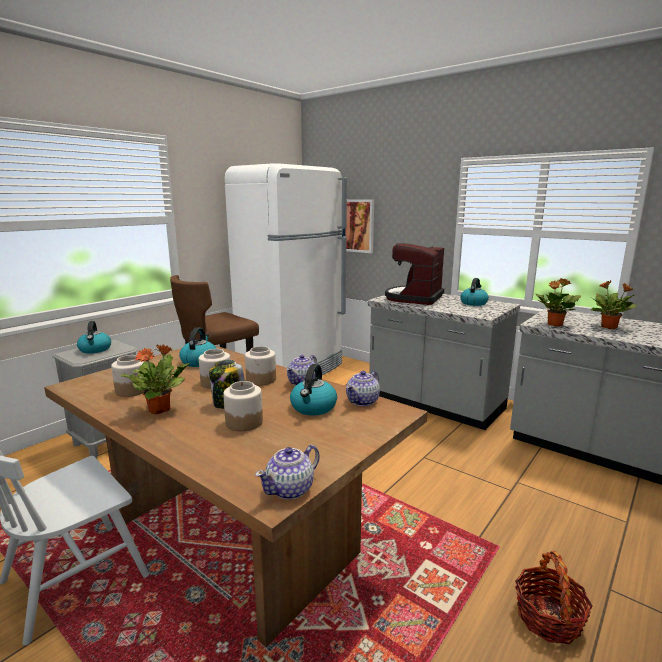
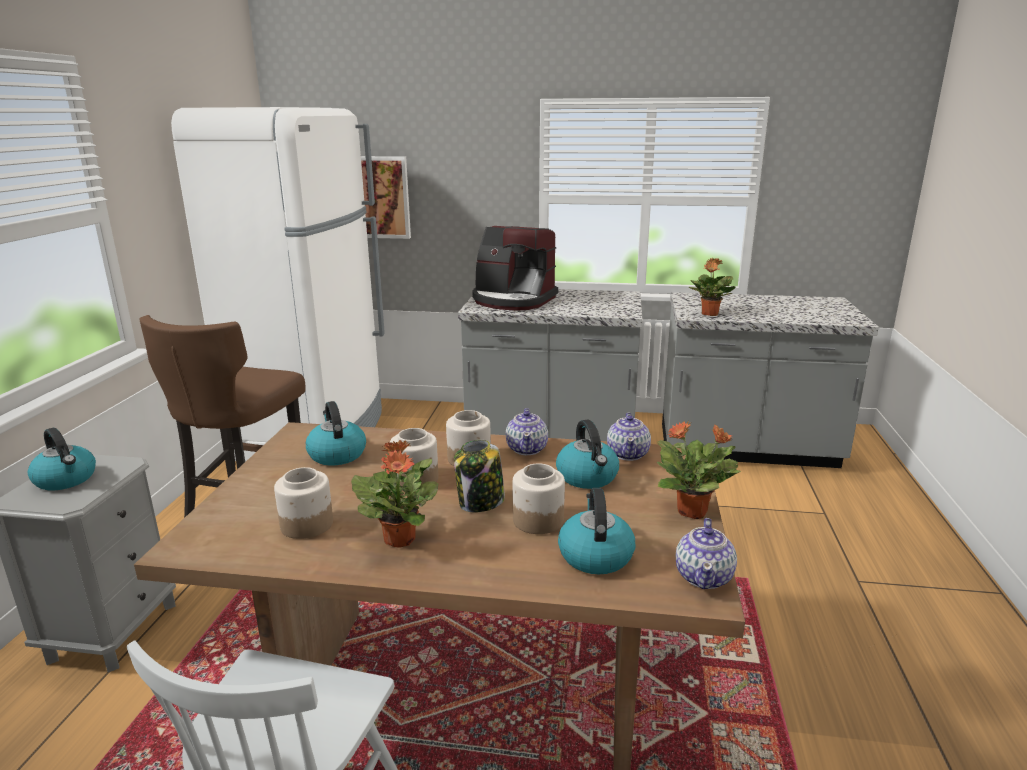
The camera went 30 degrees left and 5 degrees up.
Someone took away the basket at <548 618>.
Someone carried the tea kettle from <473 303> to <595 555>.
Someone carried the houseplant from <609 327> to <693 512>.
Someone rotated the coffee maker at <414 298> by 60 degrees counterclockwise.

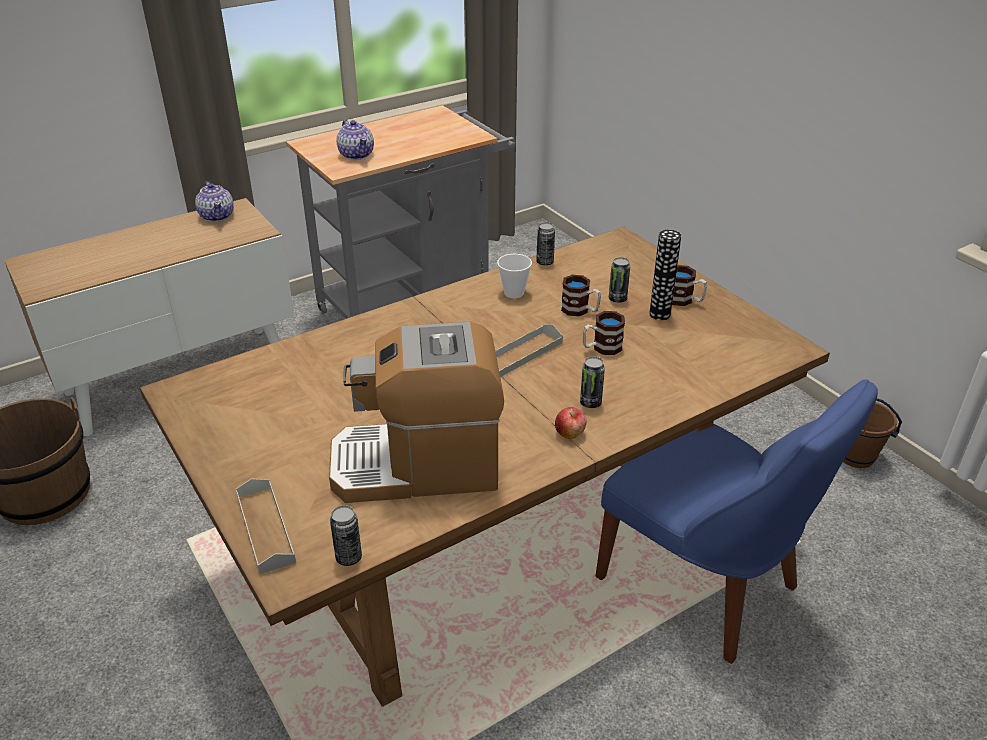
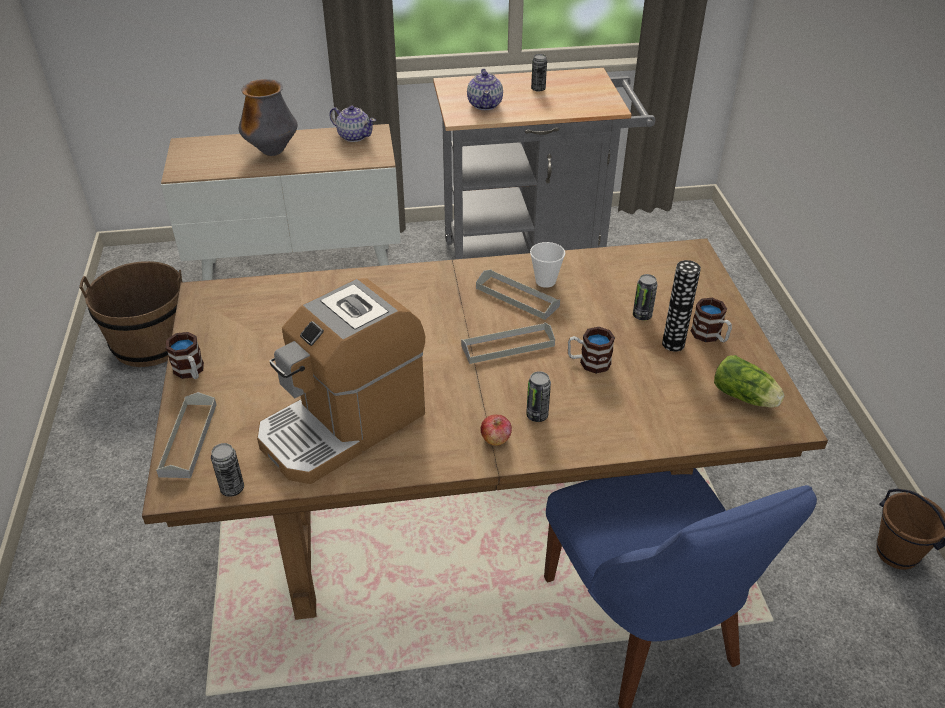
The camera went 25 degrees right and 5 degrees up.
Someone put down the vase at <272 151>.
Someone put down the greyish tray at <517 297>.
Someone put down the head of lettuce at <746 397>.
Someone carried the metal can from <545 262> to <538 89>.
Someone carried the tea mug from <580 310> to <191 372>.
Someone rotated the tea pot at <217 216> by 60 degrees counterclockwise.
Someone rotated the coffee maker at <418 465> by 60 degrees counterclockwise.

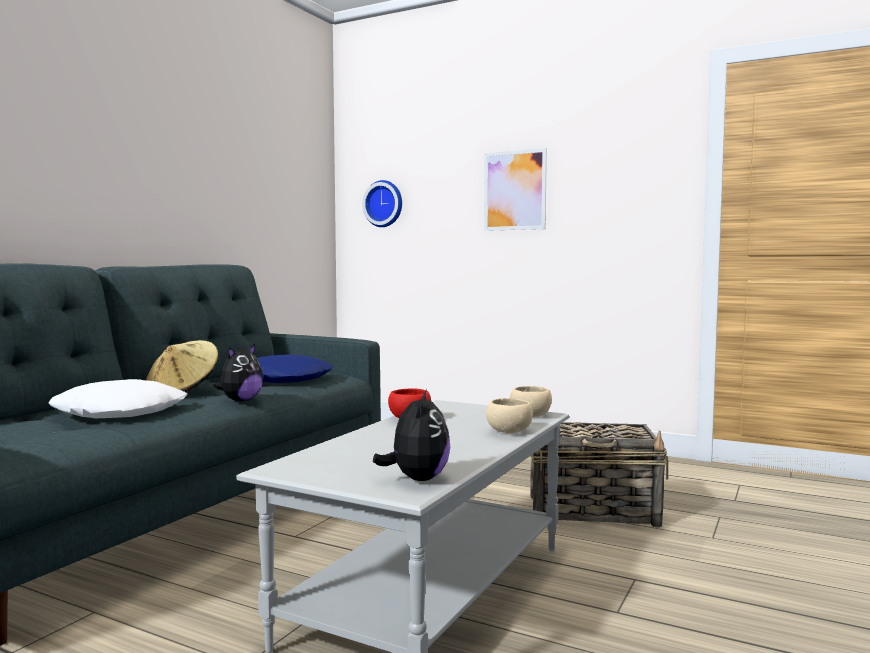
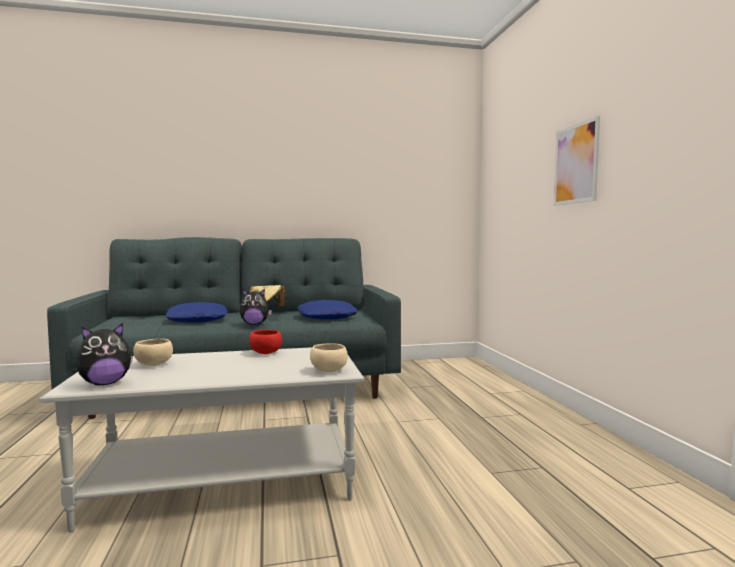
The camera went 50 degrees right and 0 degrees up.
Someone took away the clock on the wall at <384 204>.
Someone took away the basket at <594 511>.
Someone carried the sand-coloured deep dish from <510 432> to <153 365>.
Someone repainted the white-coloured pillow at <121 413>, which became the bluish pillow at <198 320>.

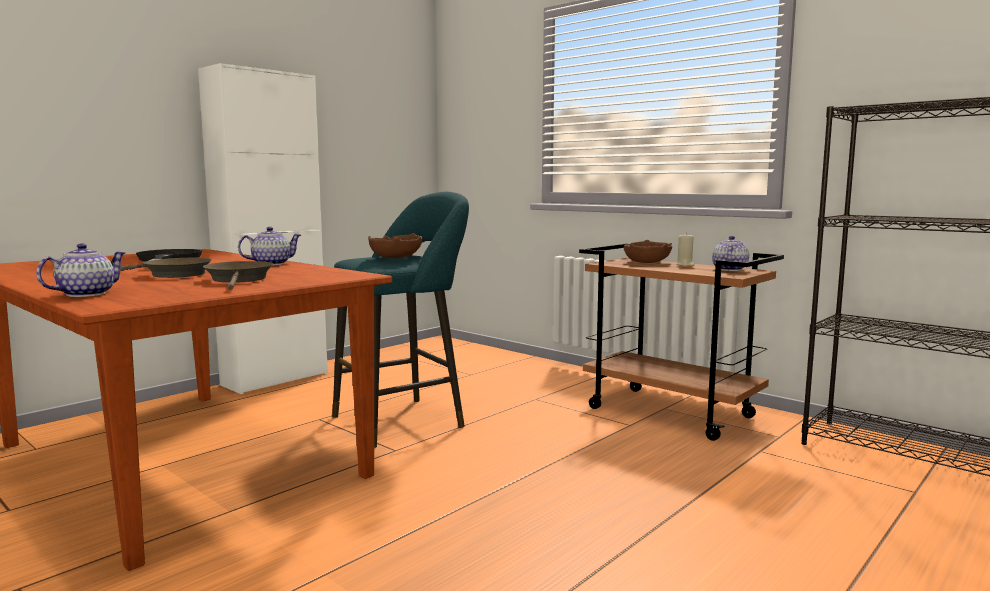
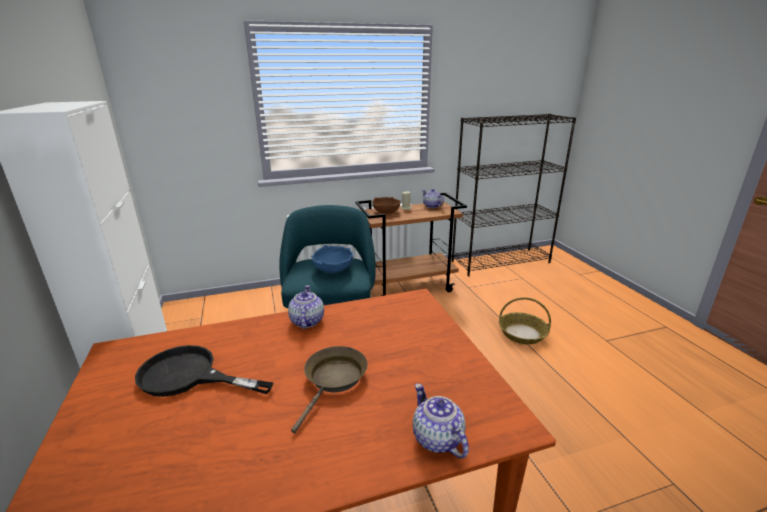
The camera went 60 degrees left and 15 degrees up.
Someone took away the brown frying pan at <239 280>.
Someone put down the basket at <522 333>.
Someone repainted the brown deep dish at <395 257>, which became the bluish deep dish at <333 269>.

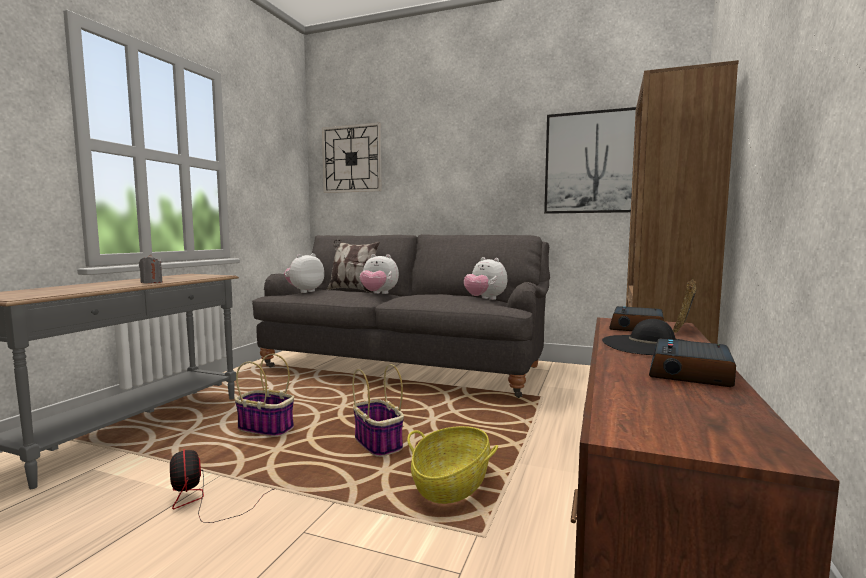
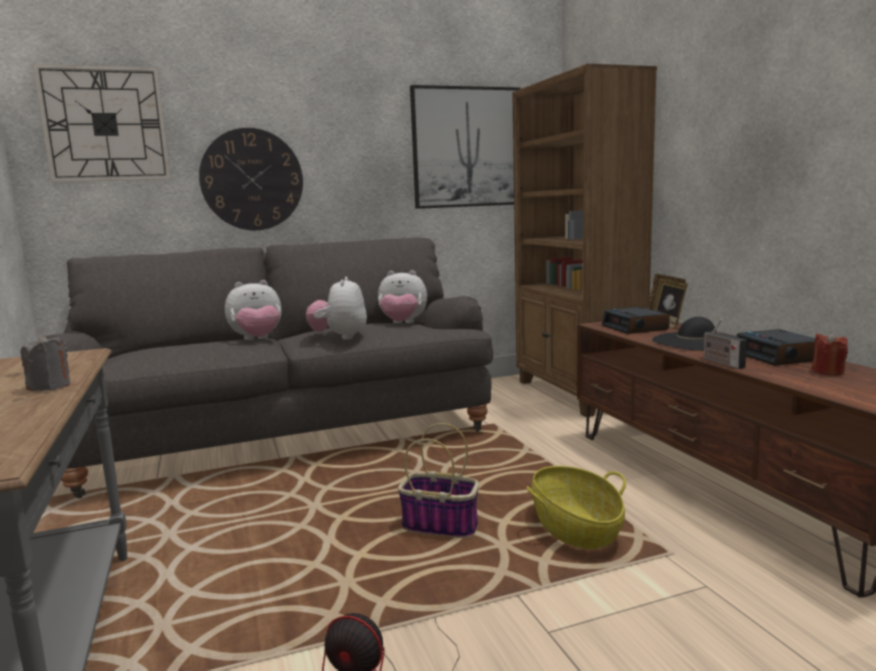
The camera went 40 degrees left and 5 degrees up.
Someone took away the basket at <267 428>.
Someone took away the pillow at <352 290>.
Someone put up the clock on the wall at <252 179>.
Someone put down the radio at <721 362>.
Someone put down the red-coloured wax light at <827 371>.
Someone carried the plush toy from <304 291> to <339 337>.

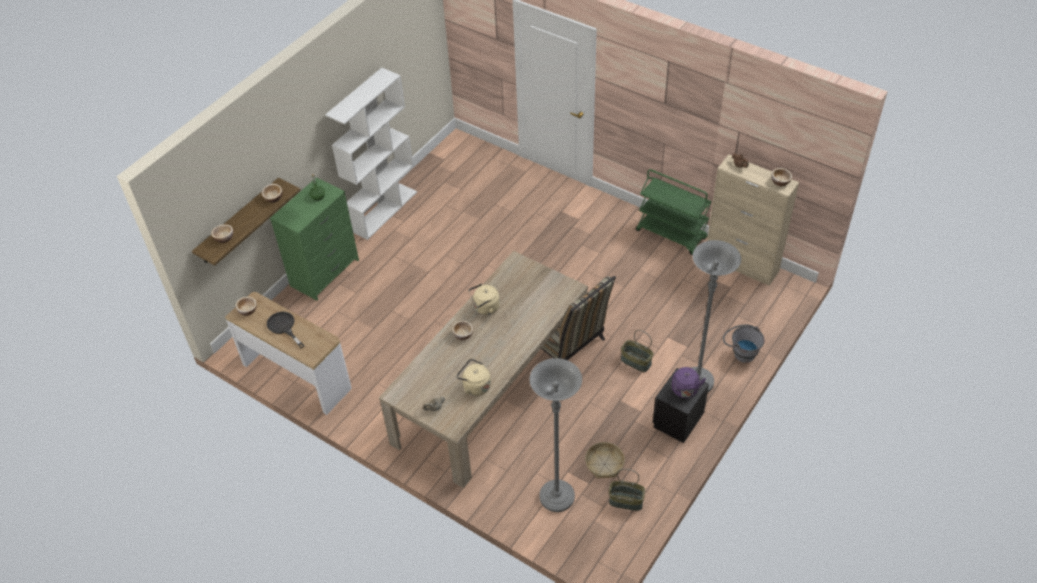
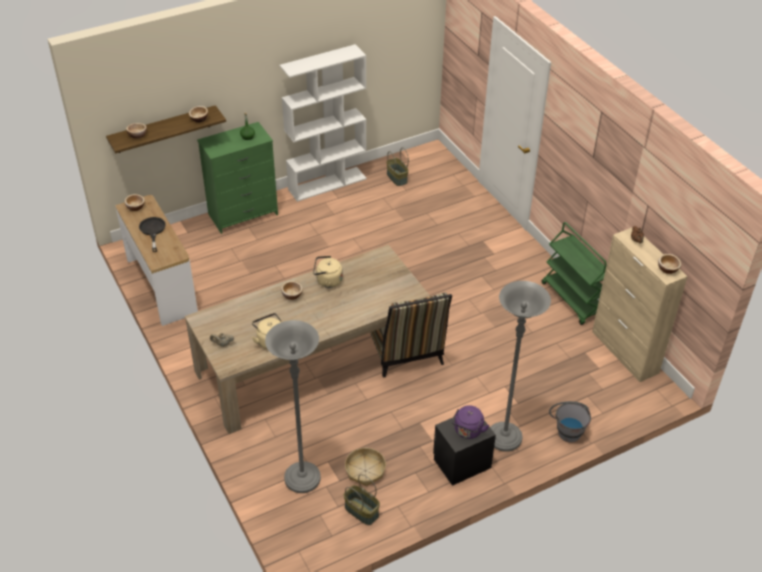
The camera went 25 degrees right and 5 degrees down.
Someone carried the basket from <635 362> to <396 178>.

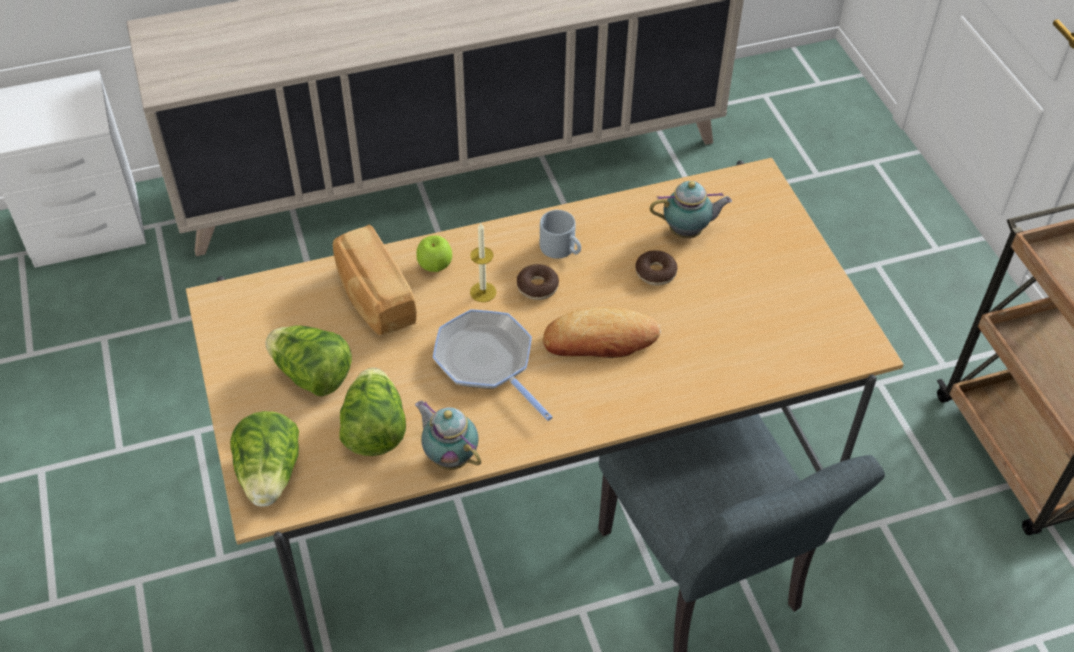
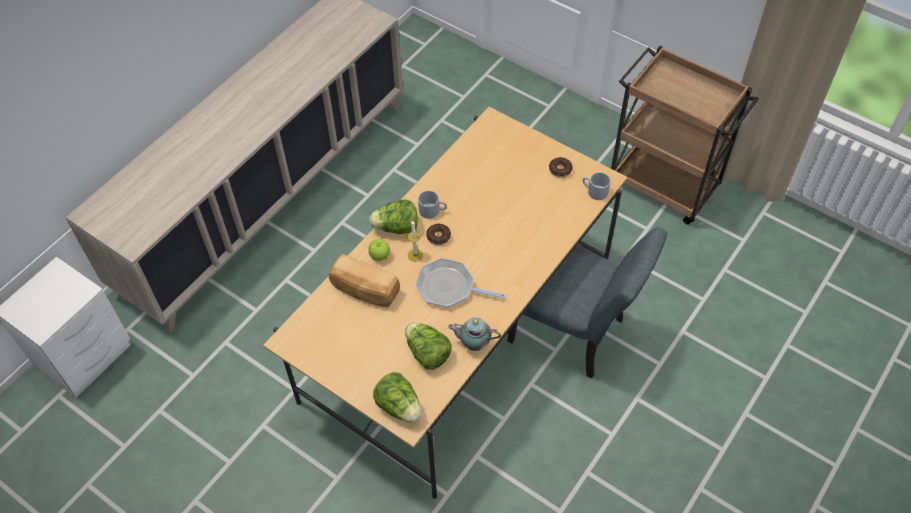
The camera went 35 degrees left and 5 degrees up.
Someone took away the bakery bread at <600 340>.
Someone took away the tea pot at <688 232>.
Someone put down the greyish tea mug at <594 191>.
Someone carried the head of lettuce from <312 376> to <396 228>.
Someone carried the donut from <655 272> to <560 170>.

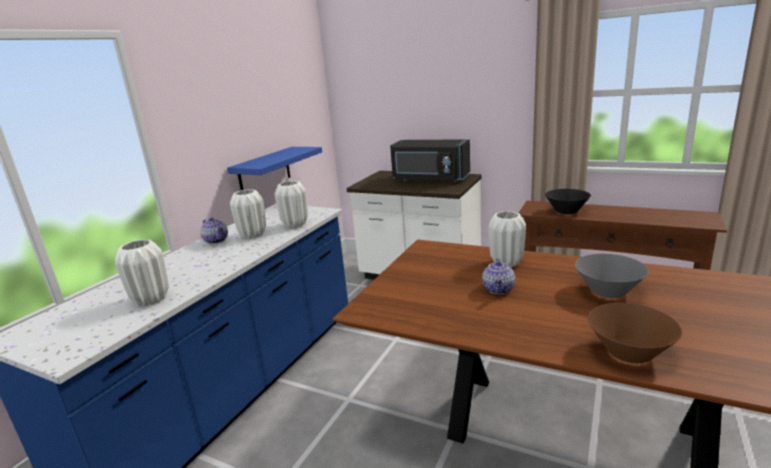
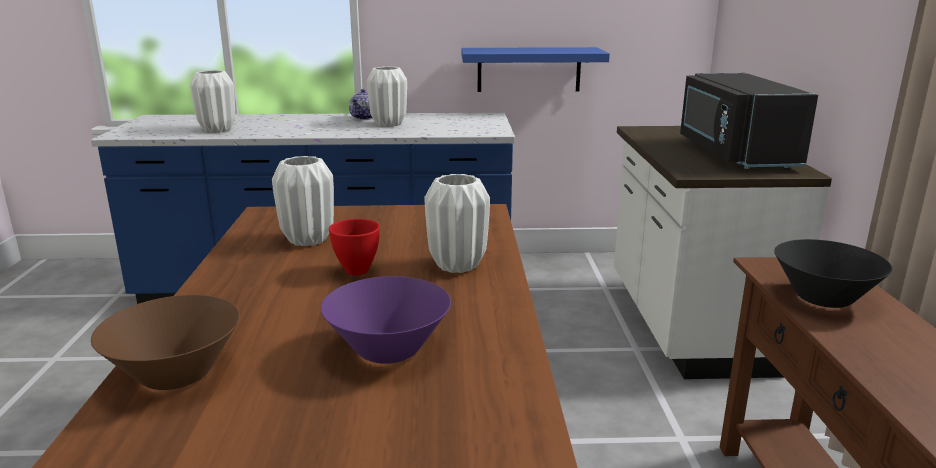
The camera went 60 degrees right and 0 degrees up.
Someone carried the white-coloured vase from <295 225> to <307 240>.
Someone swapped the tea pot at <499 289> for the red-coloured deep dish at <358 271>.
Someone repainted the greyish deep dish at <607 291>, which became the purplish deep dish at <388 350>.

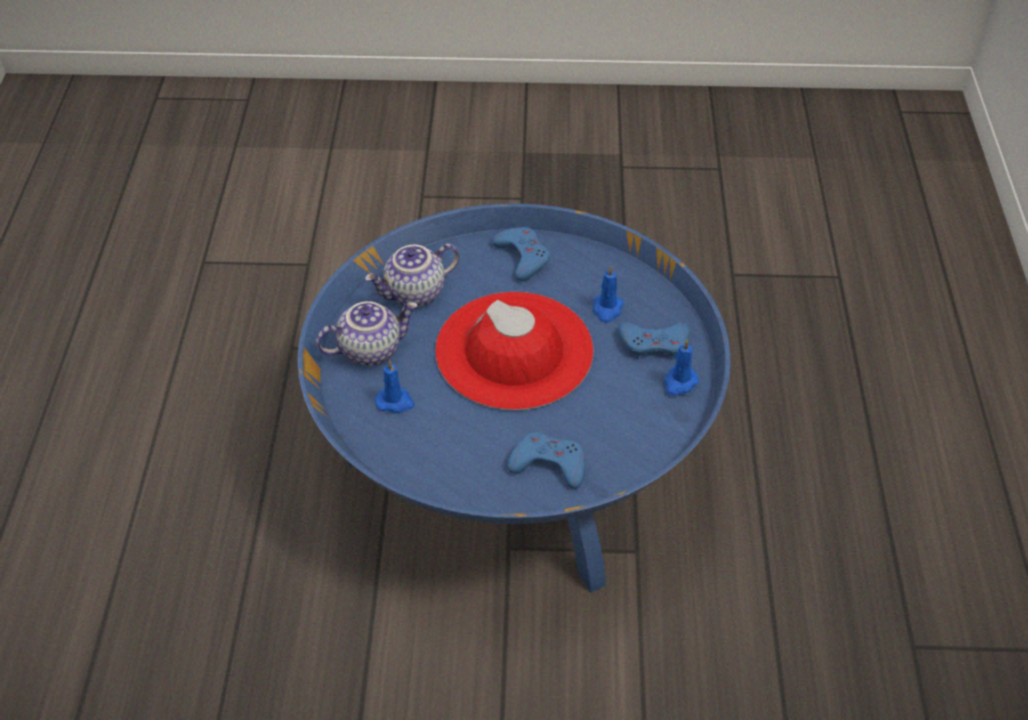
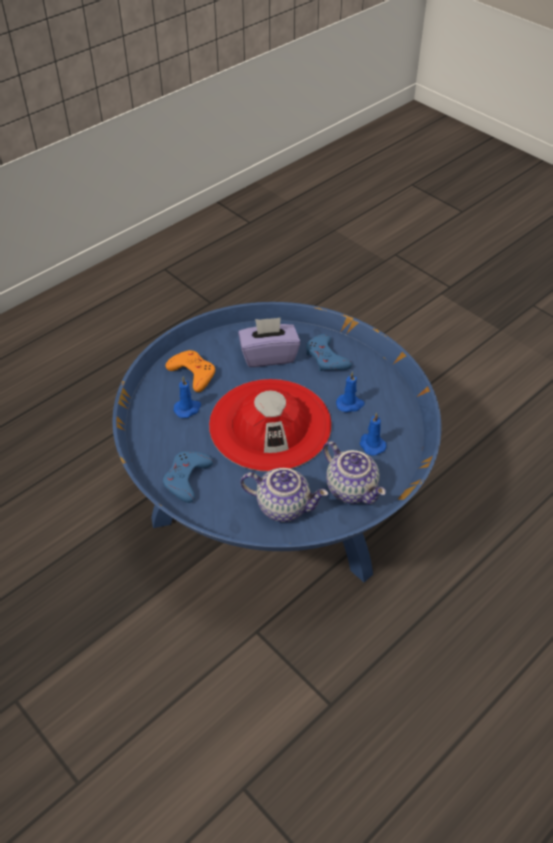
The camera went 135 degrees left and 0 degrees up.
Someone put down the purplish box of tissues at <268 355>.
Someone carried the bluish wax light from <679 382> to <350 404>.
Someone repainted the bluish game controller at <654 343>, which became the orange game controller at <193 373>.
Someone rotated the tea pot at <370 349> by 150 degrees counterclockwise.

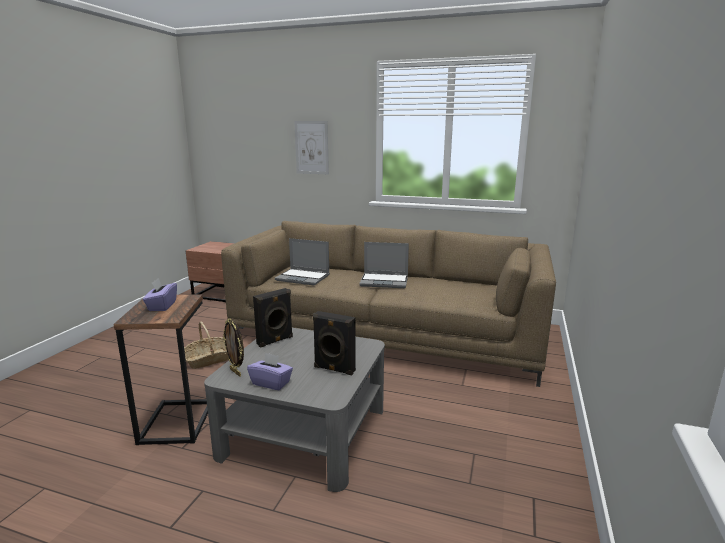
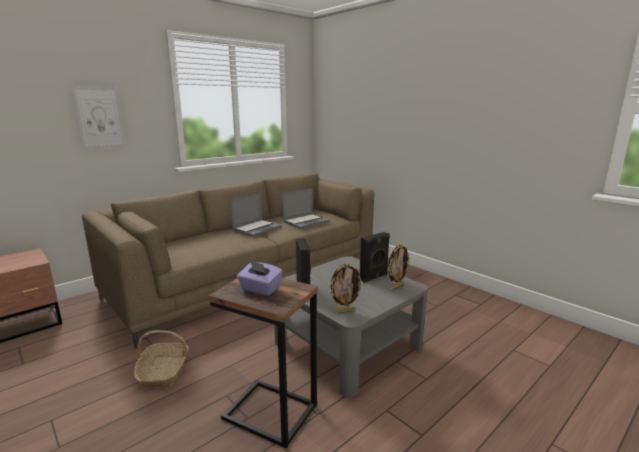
The camera went 60 degrees left and 0 degrees up.
Someone took away the purplish box of tissues at <271 383>.
Someone put down the picture frame at <397 287>.
Someone carried the laptop from <303 278> to <306 222>.

